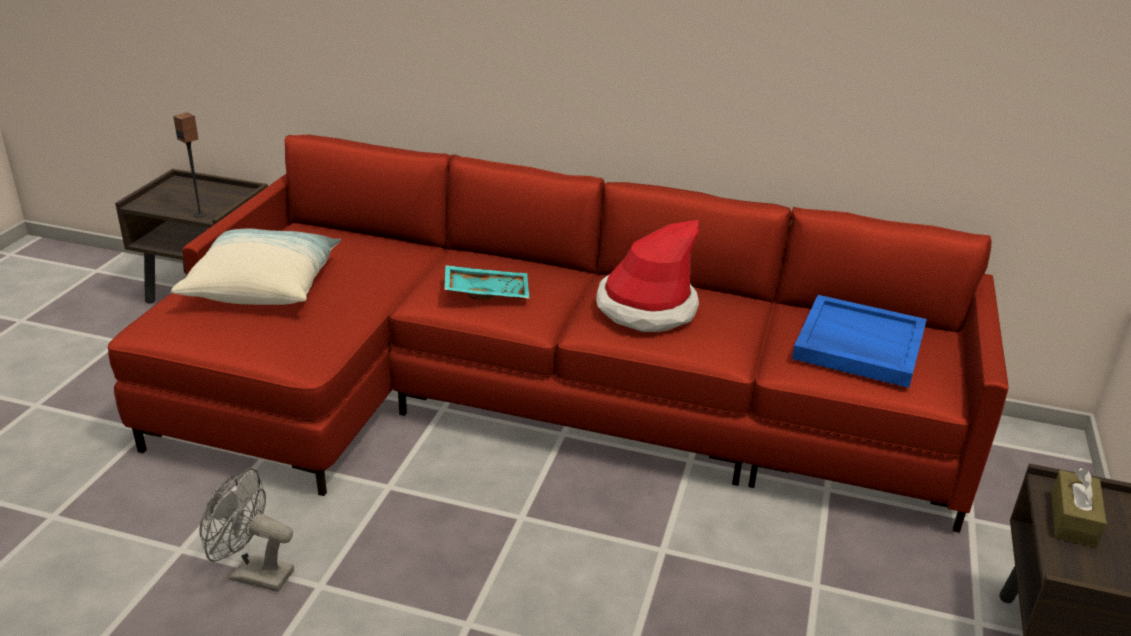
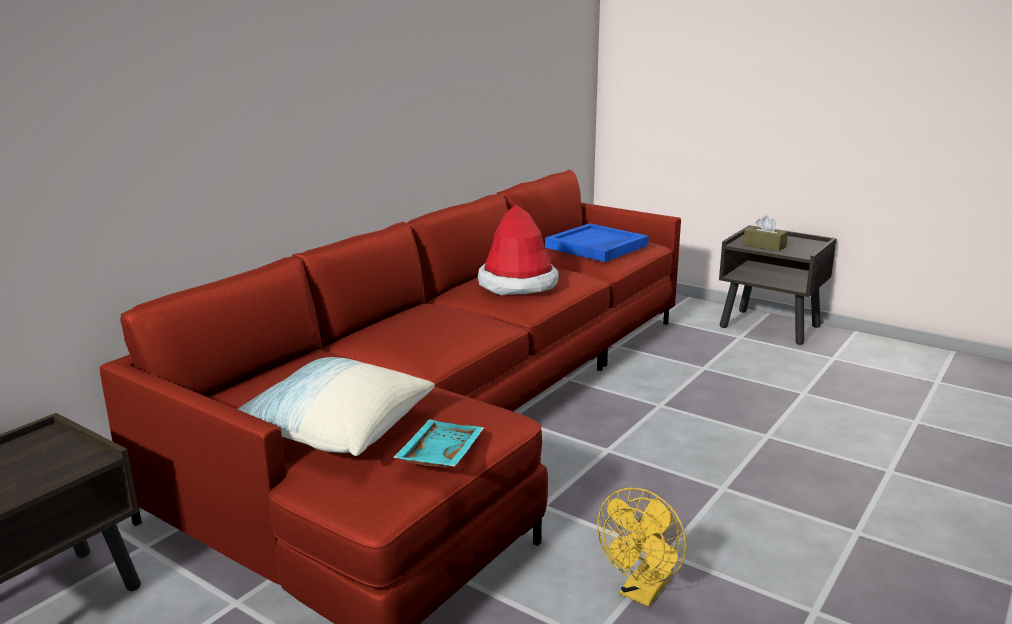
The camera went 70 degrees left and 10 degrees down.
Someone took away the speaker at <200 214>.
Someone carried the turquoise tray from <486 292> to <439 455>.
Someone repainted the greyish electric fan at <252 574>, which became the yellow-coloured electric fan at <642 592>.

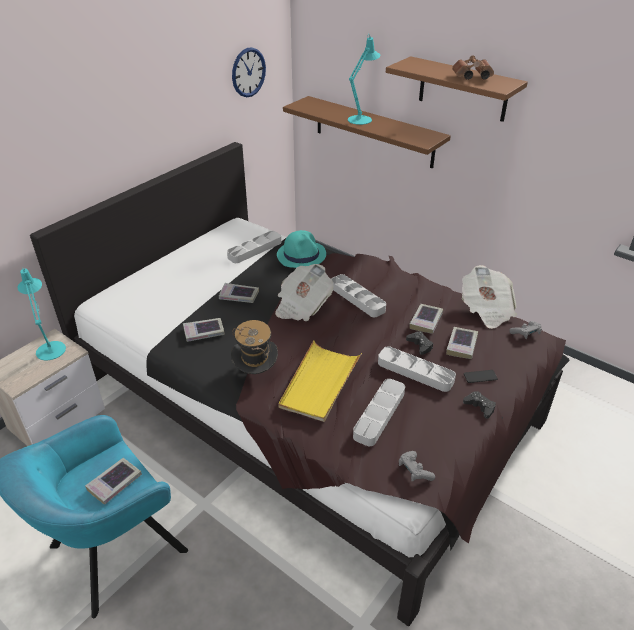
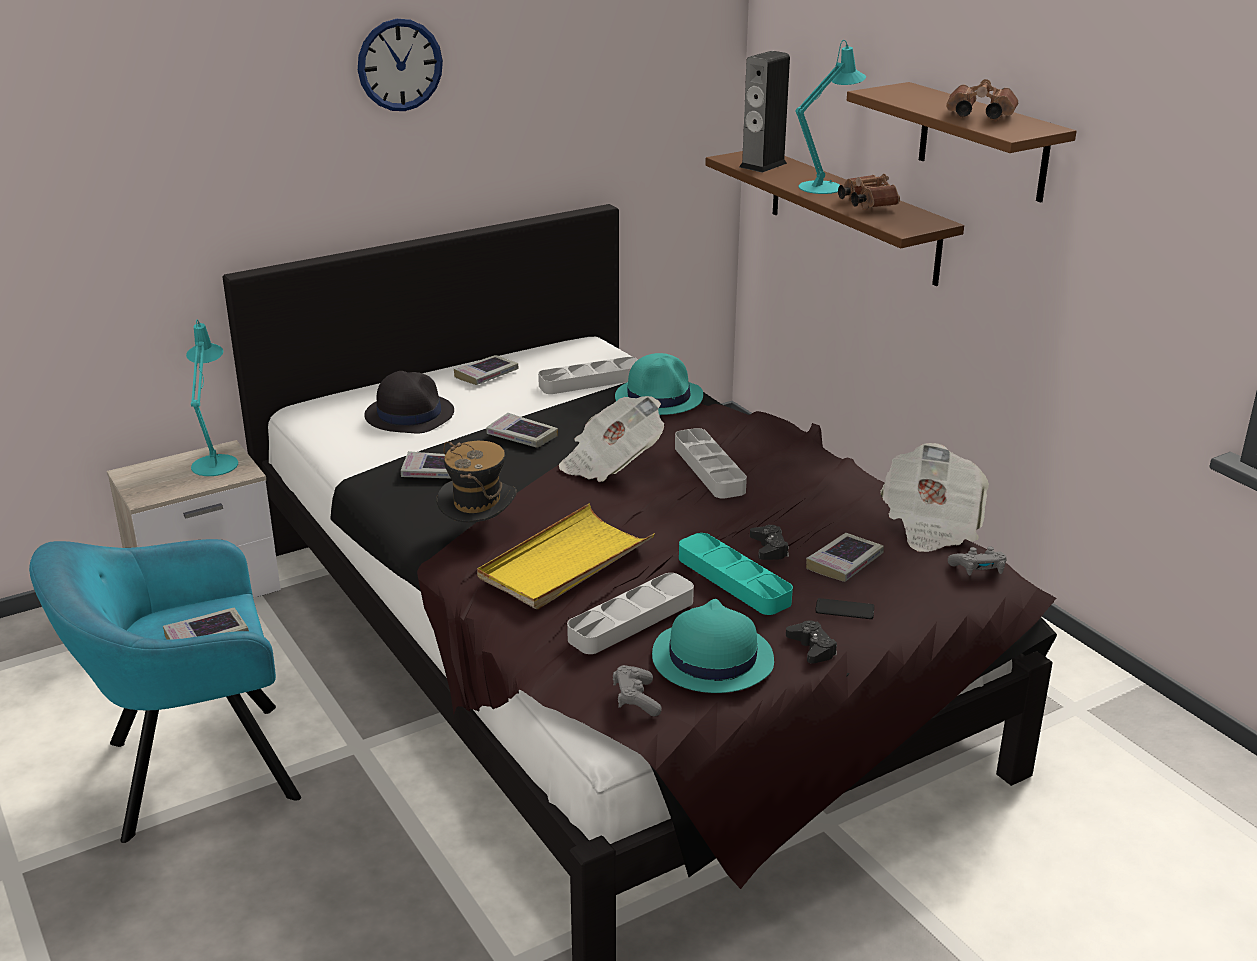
The camera went 20 degrees right and 10 degrees down.
Someone put down the black-coloured hat at <409 414>.
Someone put down the turquoise hat at <711 659>.
Someone put down the speaker at <763 165>.
Someone put down the brown binoculars at <866 204>.
Someone carried the clock on the wall from <248 72> to <400 65>.
Someone carried the book from <426 321> to <486 375>.
Someone repainted the greyish tray at <415 372>, which became the turquoise tray at <733 580>.

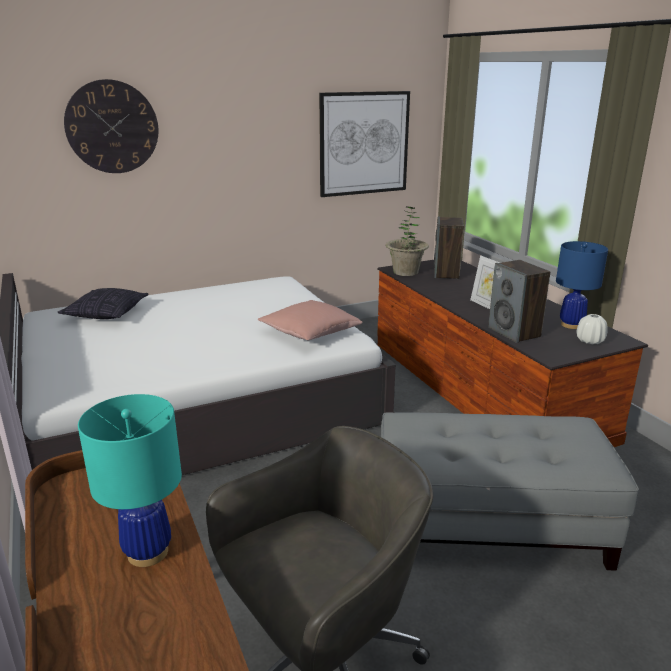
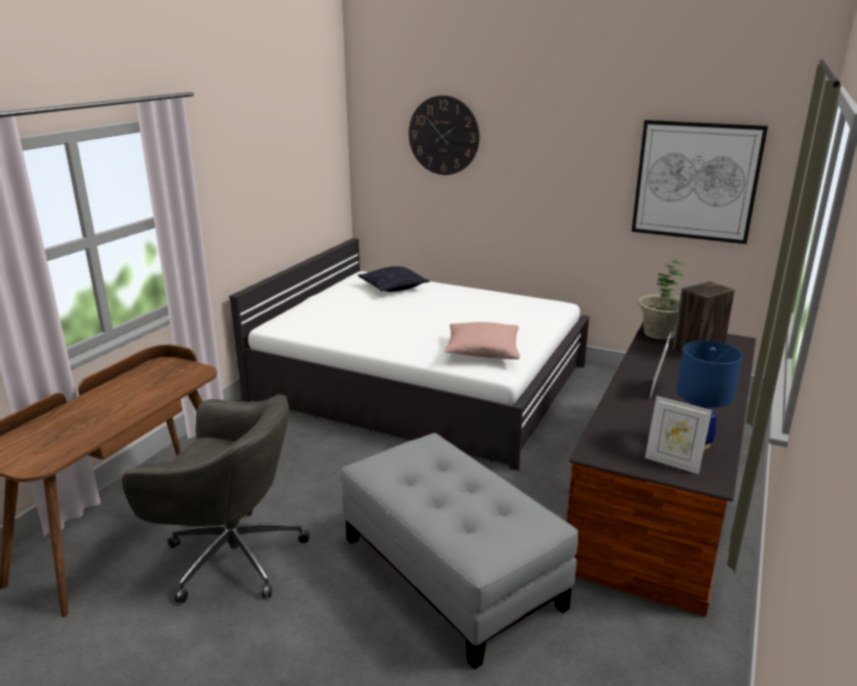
The camera went 50 degrees right and 0 degrees up.
Someone took away the turquoise table lamp at <147 552>.
Someone took away the speaker at <514 332>.
Someone swapped the white-coloured vase at <590 341> for the picture frame at <672 463>.

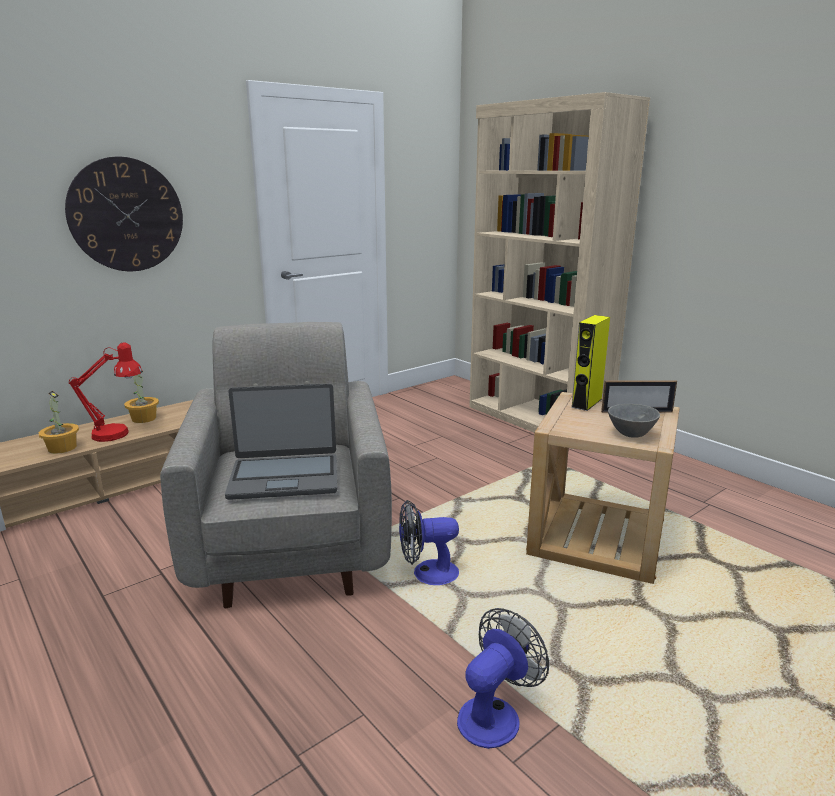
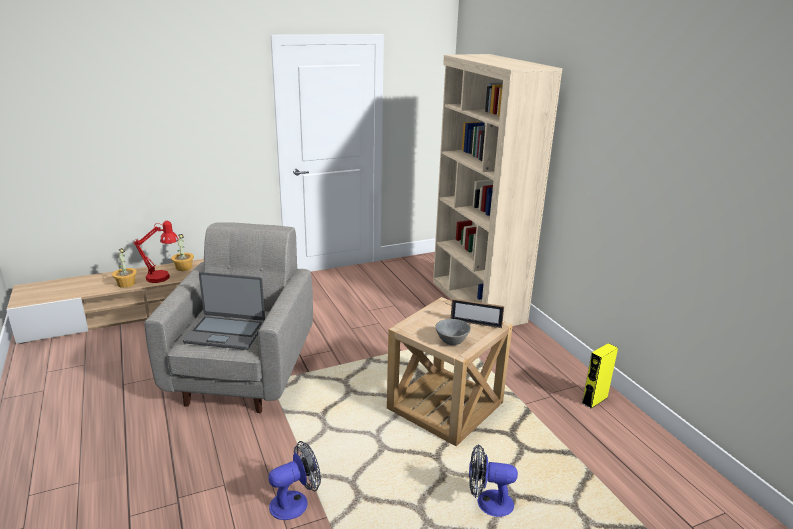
The camera went 15 degrees right and 5 degrees up.
Someone took away the clock on the wall at <126 215>.
Someone carried the electric fan from <427 574> to <488 503>.
Someone carried the yellow-coloured speaker from <586 403> to <594 400>.

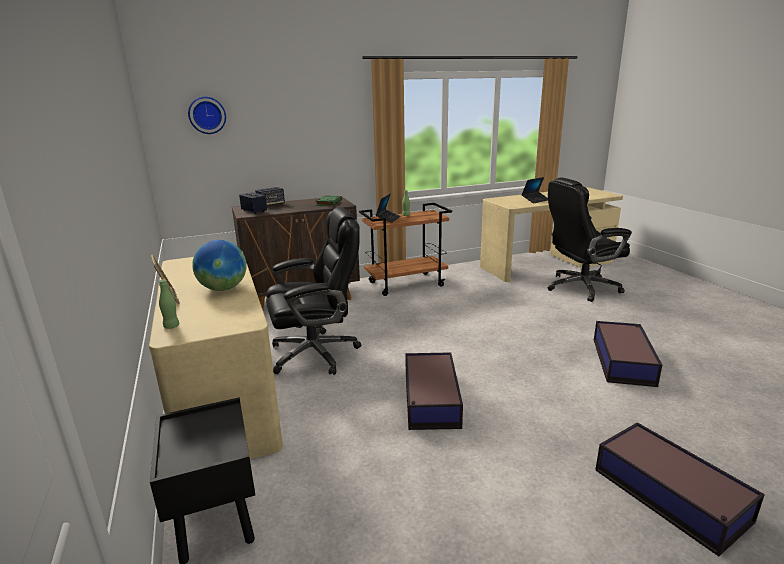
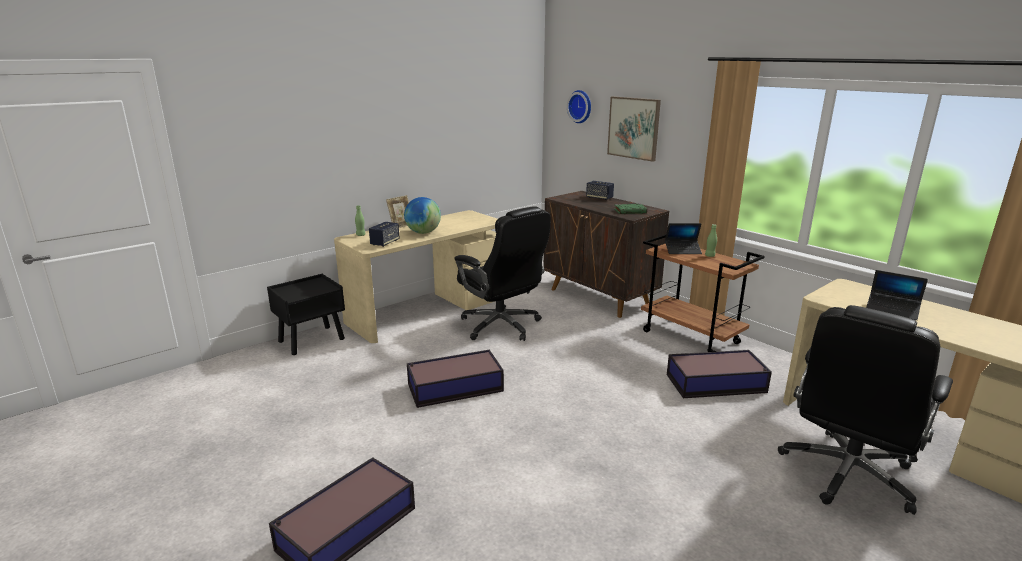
The camera went 70 degrees right and 0 degrees up.
Someone put up the picture at <634 128>.
Someone carried the speaker from <254 211> to <385 243>.
Someone carried the storage box from <623 361> to <717 383>.
Someone rotated the black-coloured computer chair at <580 287> by 105 degrees counterclockwise.

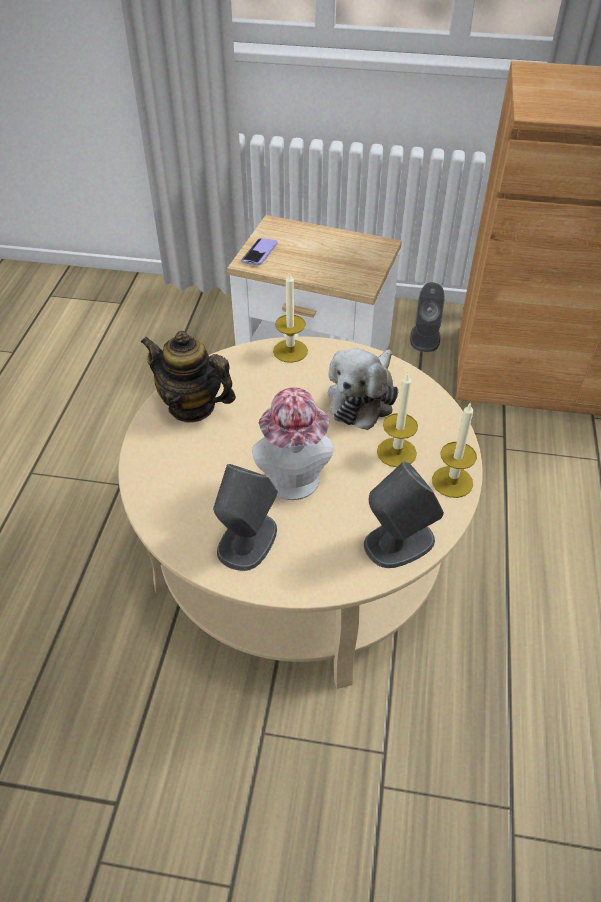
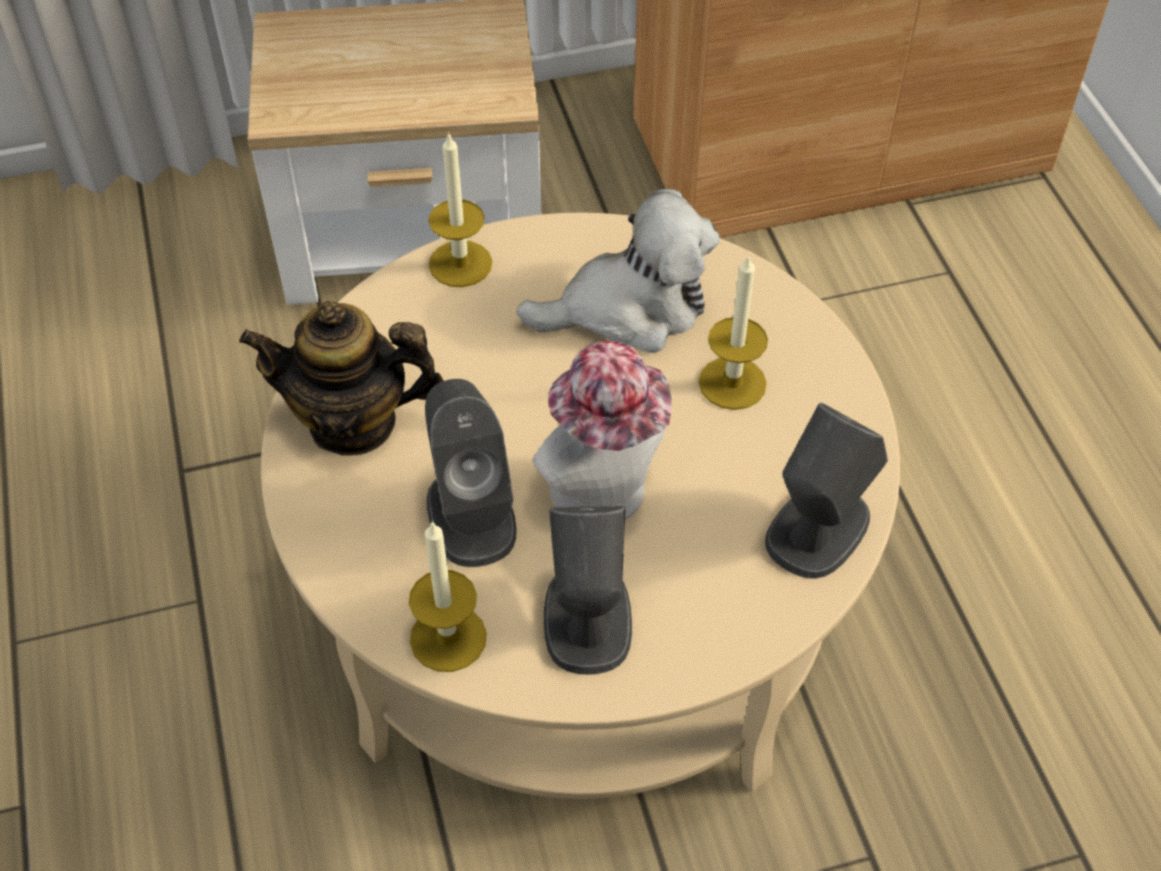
The camera went 25 degrees left and 5 degrees up.
Someone took away the handset at <259 253>.
Someone carried the greyish speaker from <425 337> to <471 514>.
Someone carried the wax light from <452 482> to <448 638>.
Someone rotated the plush toy at <363 398> by 105 degrees counterclockwise.

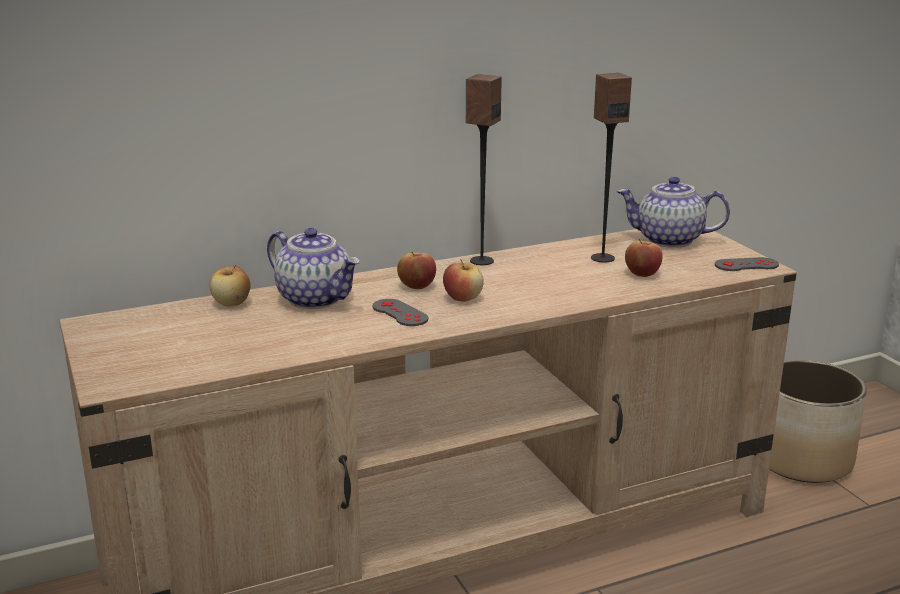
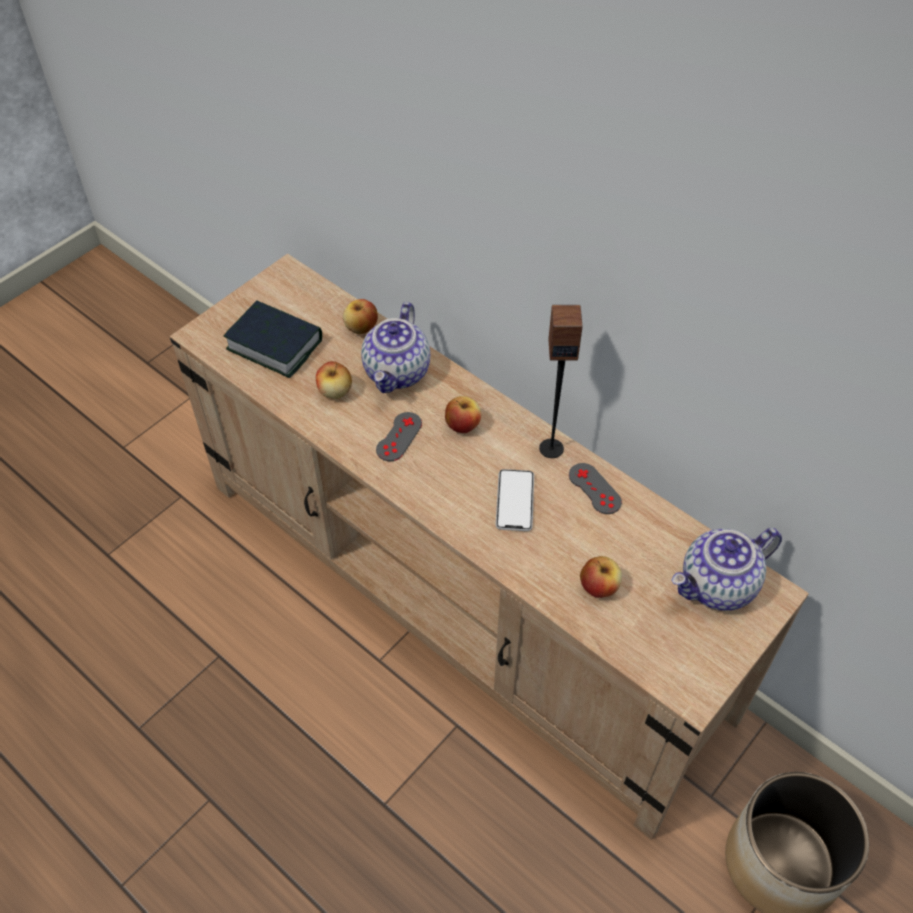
The camera went 65 degrees right and 30 degrees up.
Someone took away the speaker at <602 258>.
Someone put down the book at <275 344>.
Someone put down the handset at <515 501>.
Someone carried the apple fruit from <463 298> to <335 391>.
Someone carried the greyish game controller from <746 265> to <594 488>.
Someone rotated the tea pot at <668 240> by 105 degrees counterclockwise.

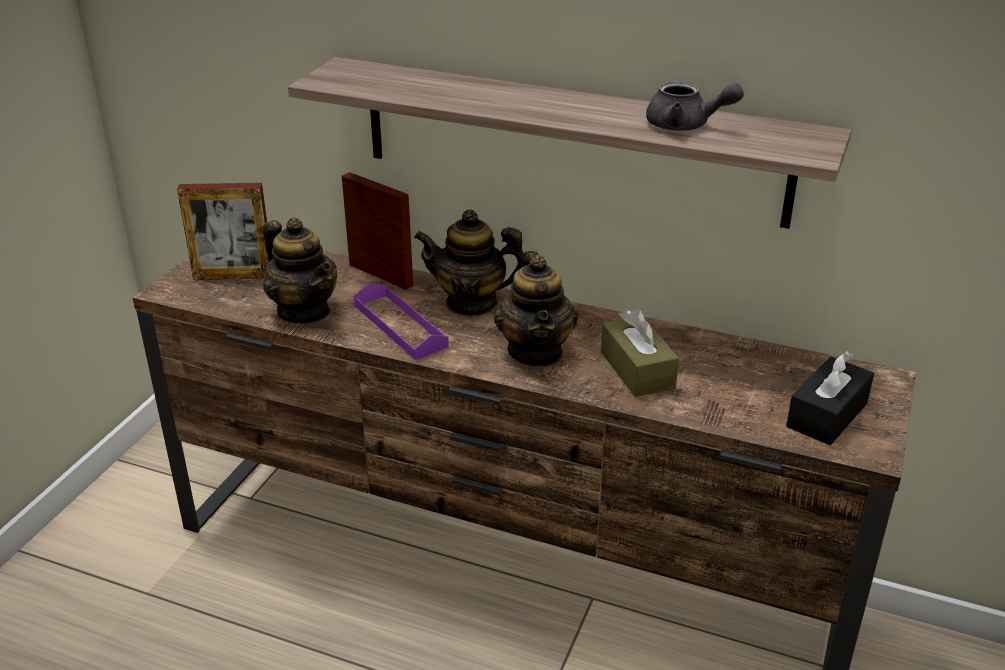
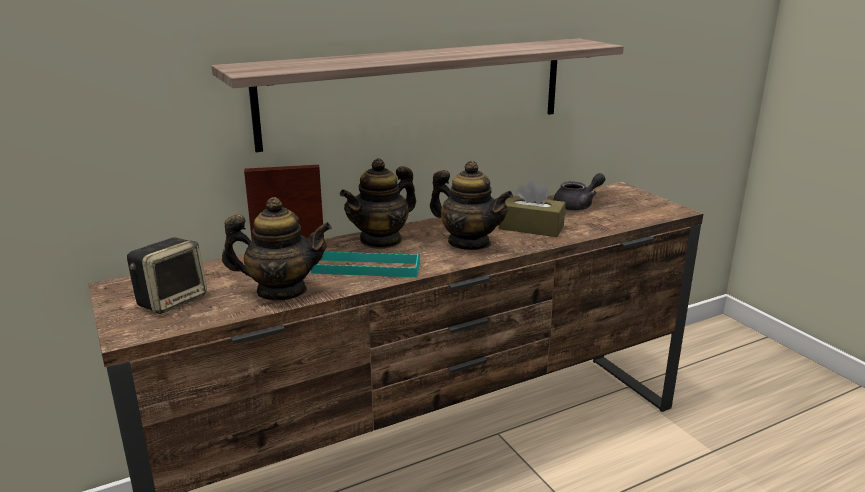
The camera went 50 degrees left and 10 degrees down.
Someone took away the black-coloured box of tissues at <827 415>.
Someone carried the greyish tea pot from <686 126> to <577 206>.
Someone swapped the picture frame at <233 276> for the speaker at <172 300>.
Someone repainted the purplish tray at <400 326>, which became the turquoise tray at <366 268>.

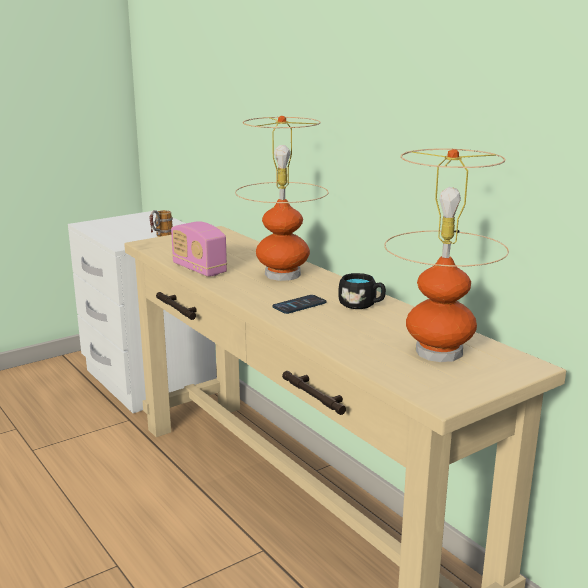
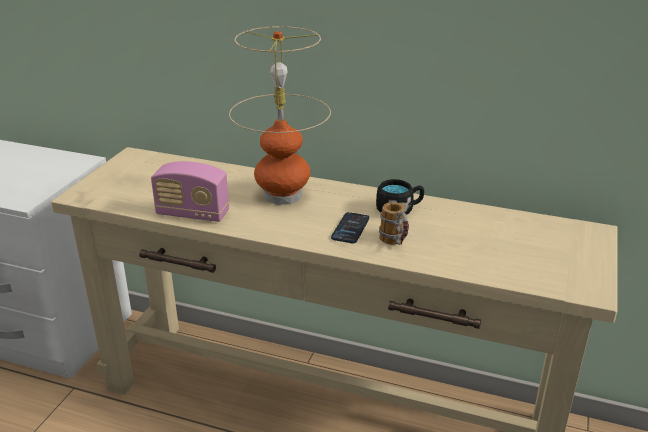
The camera went 35 degrees left and 10 degrees up.
Someone took away the table lamp at <439 352>.
Someone carried the tea mug from <160 237> to <396 244>.

